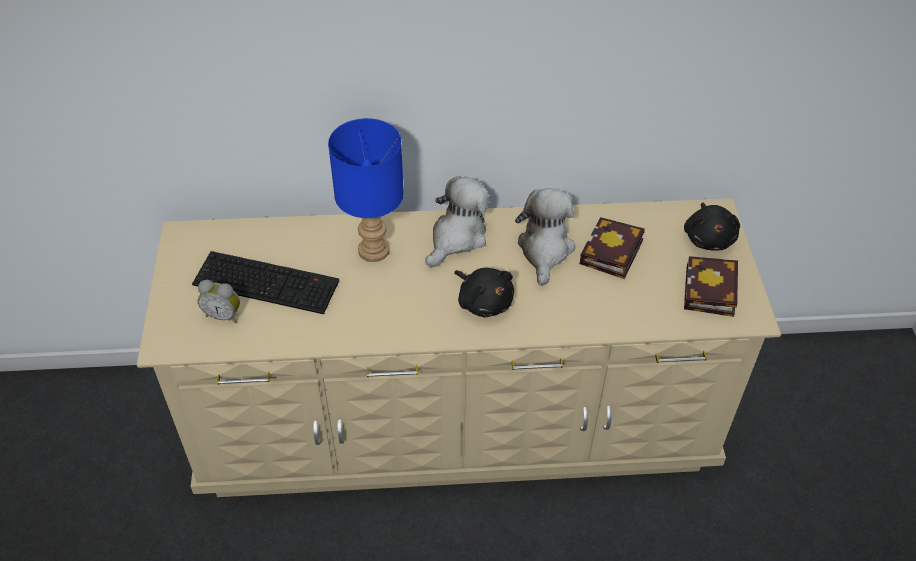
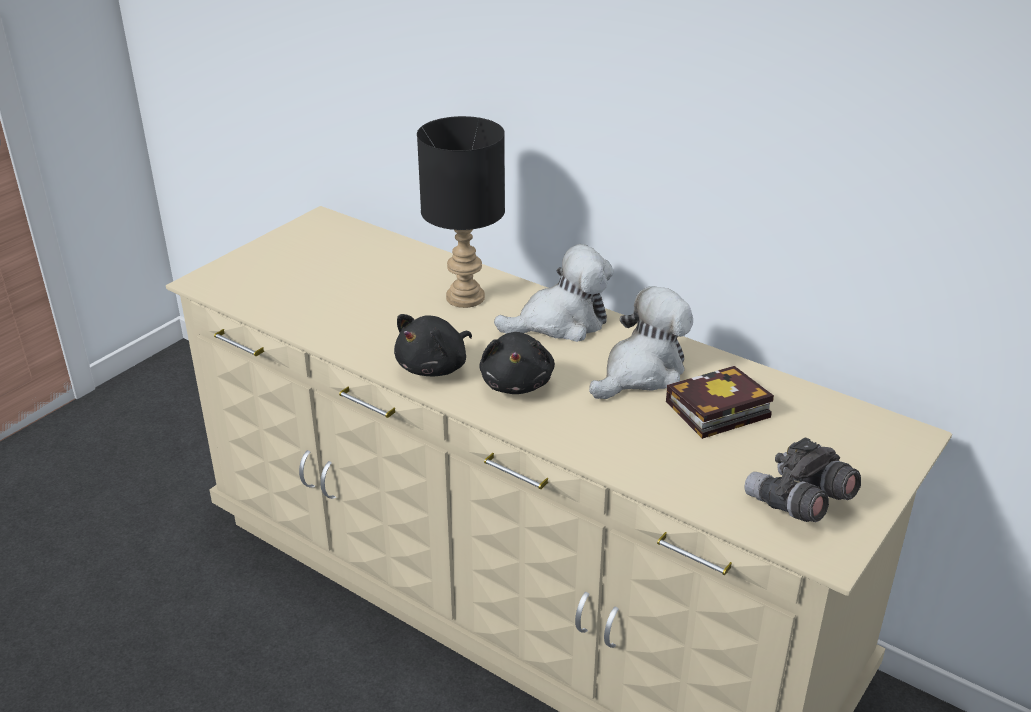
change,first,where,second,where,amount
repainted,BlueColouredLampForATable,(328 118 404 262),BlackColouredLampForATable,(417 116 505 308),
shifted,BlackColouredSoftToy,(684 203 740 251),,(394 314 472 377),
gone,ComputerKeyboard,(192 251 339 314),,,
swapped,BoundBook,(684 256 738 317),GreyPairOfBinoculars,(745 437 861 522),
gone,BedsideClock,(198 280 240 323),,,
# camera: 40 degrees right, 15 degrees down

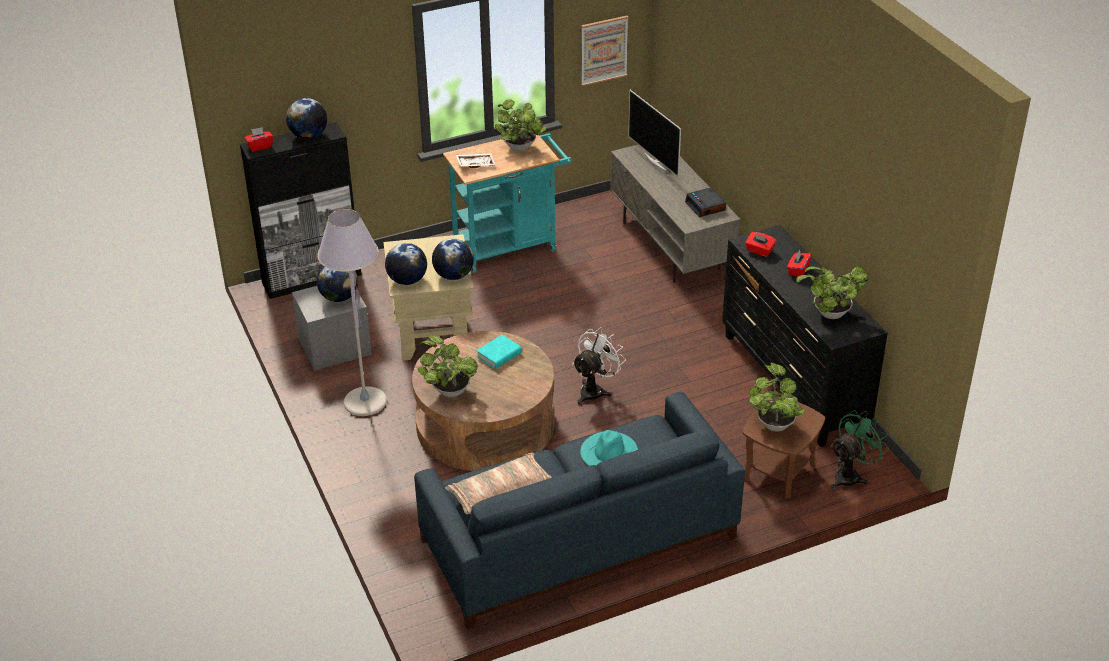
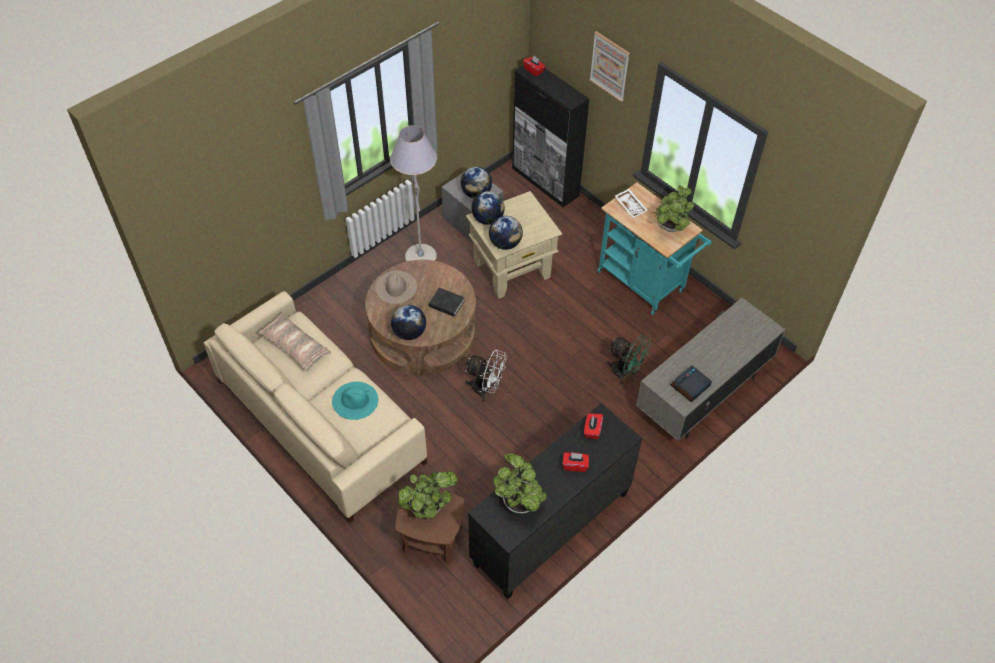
change,first,where,second,where,amount
shifted,Picture,(581 16 629 86),,(589 31 630 102),
gone,Tv,(628 90 681 177),,,
shifted,WorldGlobe,(286 98 327 139),,(391 305 426 340),
repainted,BlueGreenBoundBook,(476 335 522 369),BlackColouredBoundBook,(429 287 464 317),
swapped,PlantInAPot,(418 336 478 398),BeigeColouredHat,(375 271 417 304),
repainted,BlueColouredSofa,(414 392 745 629),BeigeColouredSofa,(204 291 427 523),
shifted,GreenColouredCoolingFan,(830 410 889 490),,(606 335 651 384),
# camera: 70 degrees right, 15 degrees up

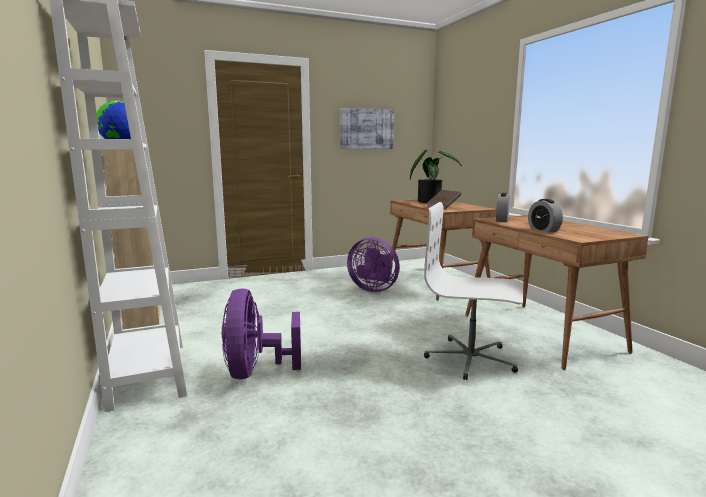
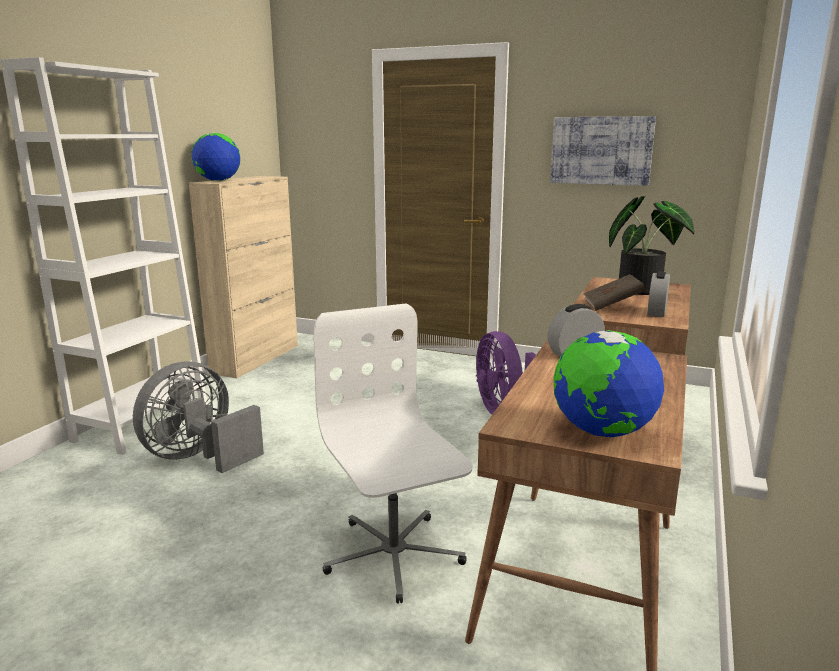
change,first,where,second,where,amount
shifted,BedsideClock,(528 199 563 233),,(647 271 670 317),
repainted,PurpleColouredCoolingFan,(222 288 301 379),GreyCoolingFan,(133 362 264 473),
new,,,WorldGlobe,(553 330 664 437),
# camera: 45 degrees right, 5 degrees up

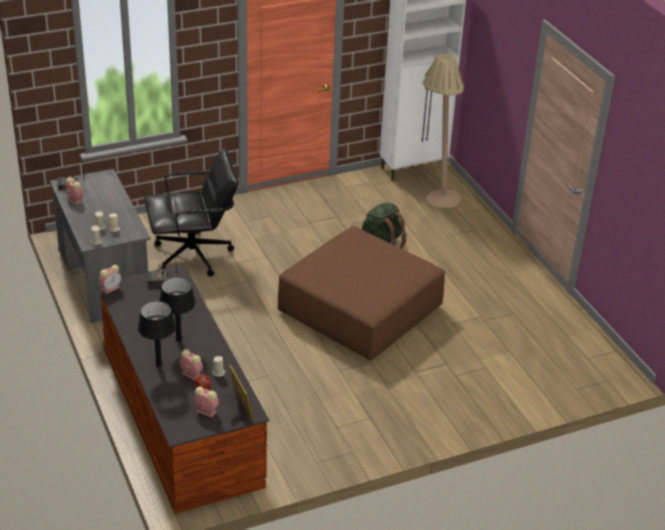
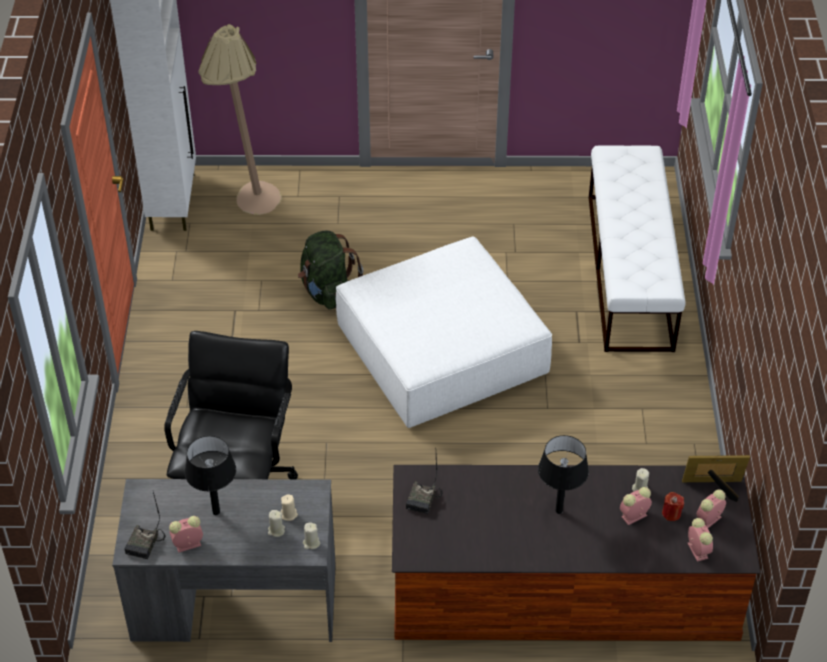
change,first,where,second,where,amount
repainted,BrownPouffe,(278 226 446 360),WhitePouffe,(336 237 552 428),
shifted,BedsideClock,(99 265 121 294),,(688 518 713 562),
shifted,BlackColouredLampForATable,(138 301 176 367),,(185 436 236 515),
new,,,WhiteBench,(589 146 686 352),
# camera: 65 degrees left, 10 degrees up

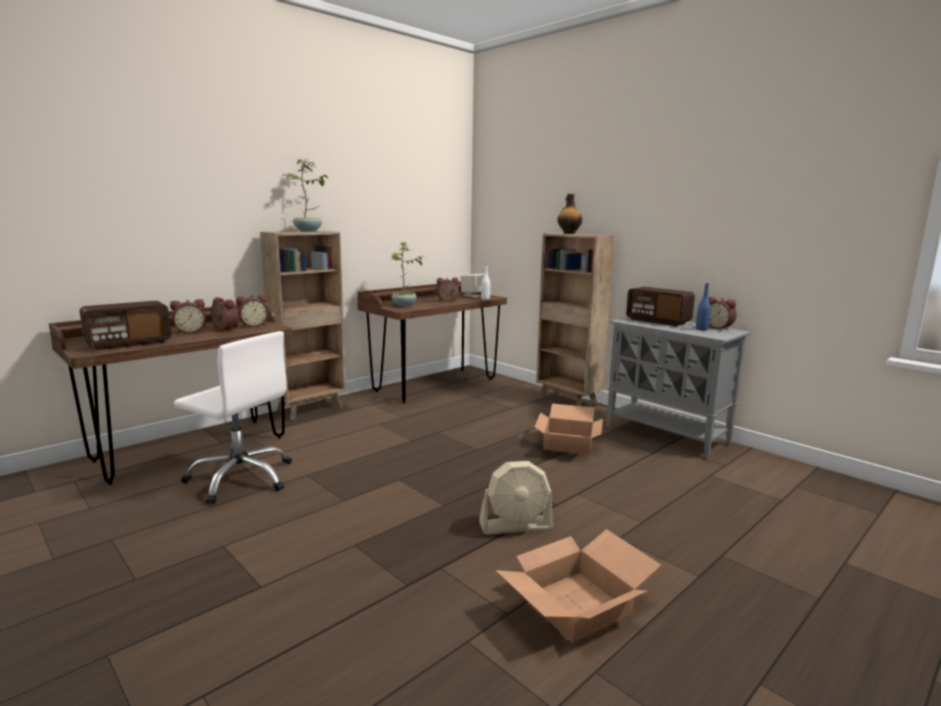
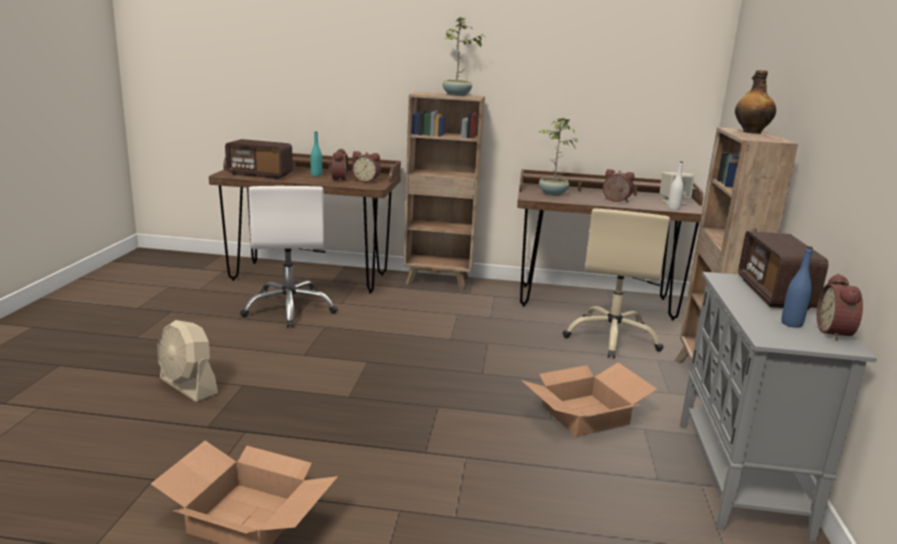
change,first,where,second,where,amount
swapped,BedsideClock,(170 299 206 334),BlueGreenBottle,(311 132 322 177),
shifted,BeigeColouredCoolingFan,(479 461 553 535),,(157 320 218 402),
new,,,BeigeColouredOfficeChair,(563 209 670 359),
# camera: 50 degrees right, 5 degrees up

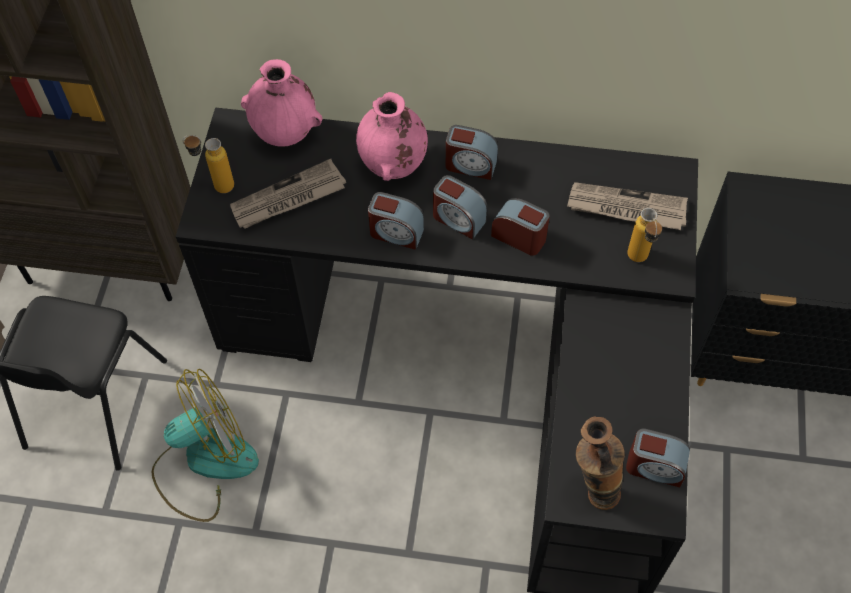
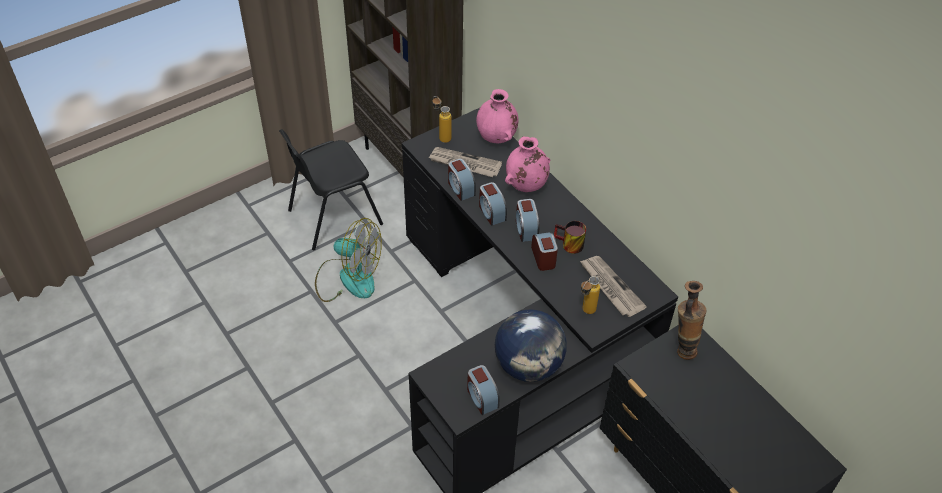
change,first,where,second,where,amount
shifted,BedsideClock,(446 125 498 180),,(448 159 476 201),
shifted,DecorativeVase,(576 416 625 510),,(677 281 706 360),
new,,,CoffeeMug,(554 221 586 254),
new,,,WorldGlobe,(495 309 567 382),
# camera: 45 degrees right, 10 degrees down

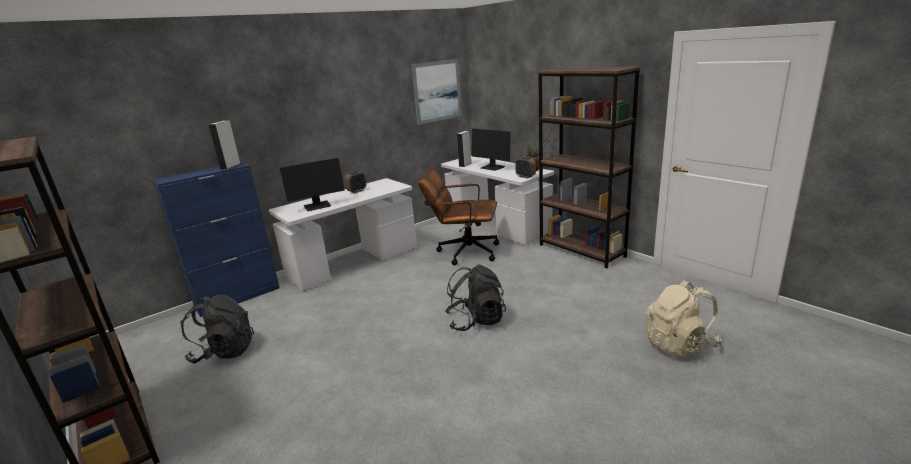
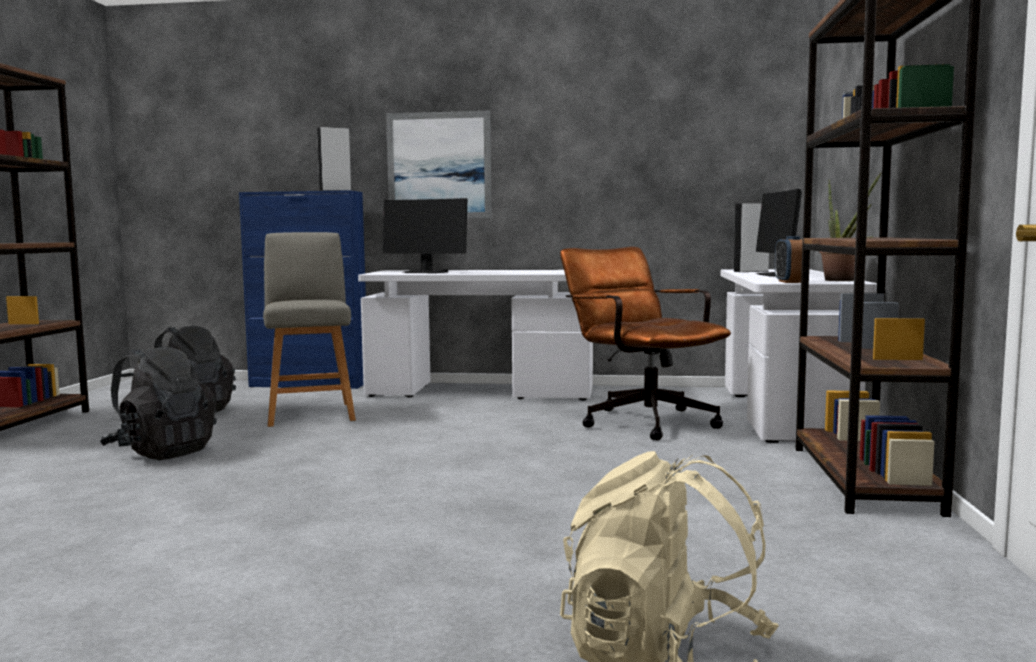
change,first,where,second,where,amount
shifted,Picture,(411 59 462 125),,(386 111 492 218),
gone,BedsideClock,(345 171 366 193),,,
shifted,BlackColouredKnapsack,(445 265 506 331),,(100 346 217 461),
new,,,GreyChair,(263 232 356 427),
# camera: 45 degrees right, 15 degrees down

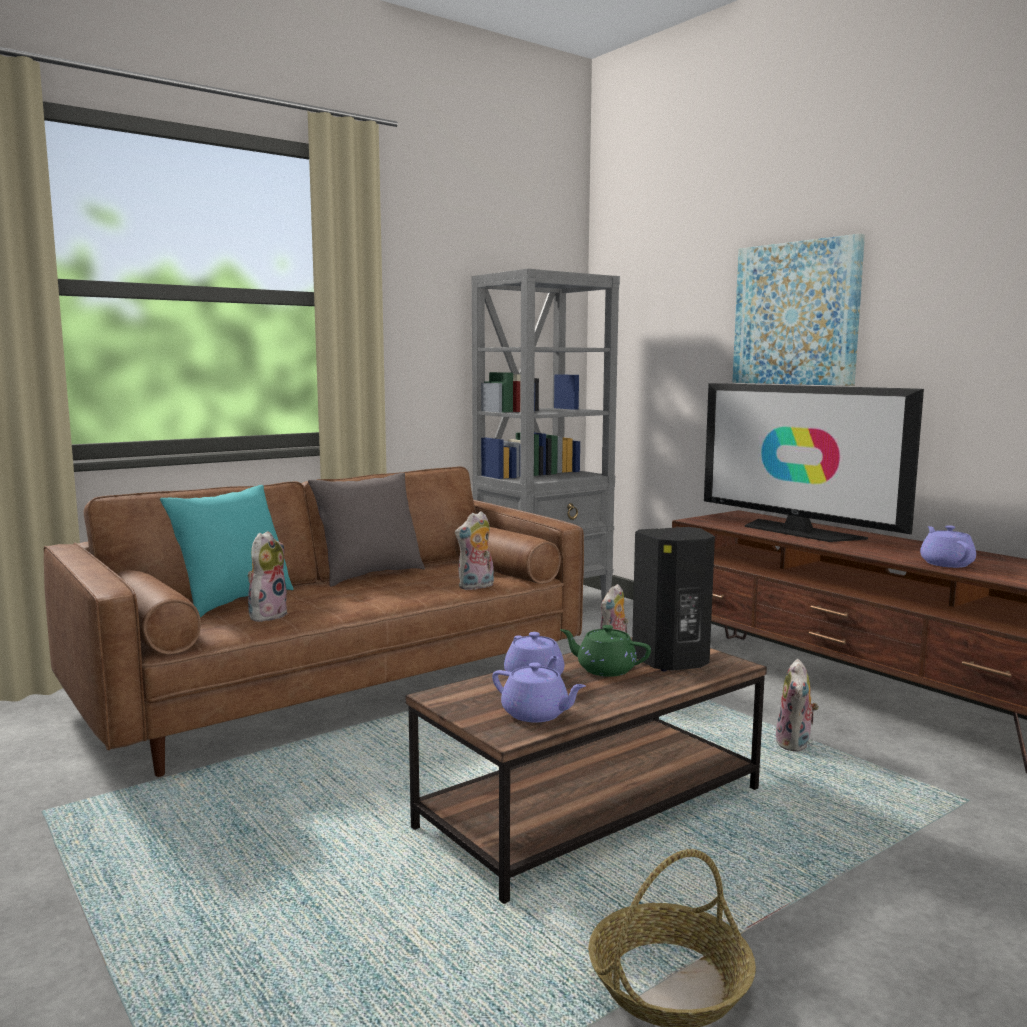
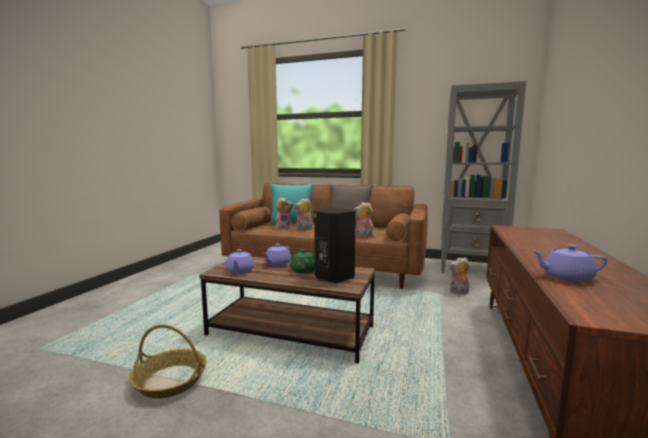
change,first,where,second,where,amount
gone,Picture,(733 234 865 386),,,
gone,Tv,(704 383 924 542),,,
rotated,PurpleColouredTeaPot,(920 525 976 568),,(531 245 608 282),135 degrees counterclockwise
shifted,SoftToy,(776 659 818 751),,(294 198 312 231),
# camera: 55 degrees right, 0 degrees up

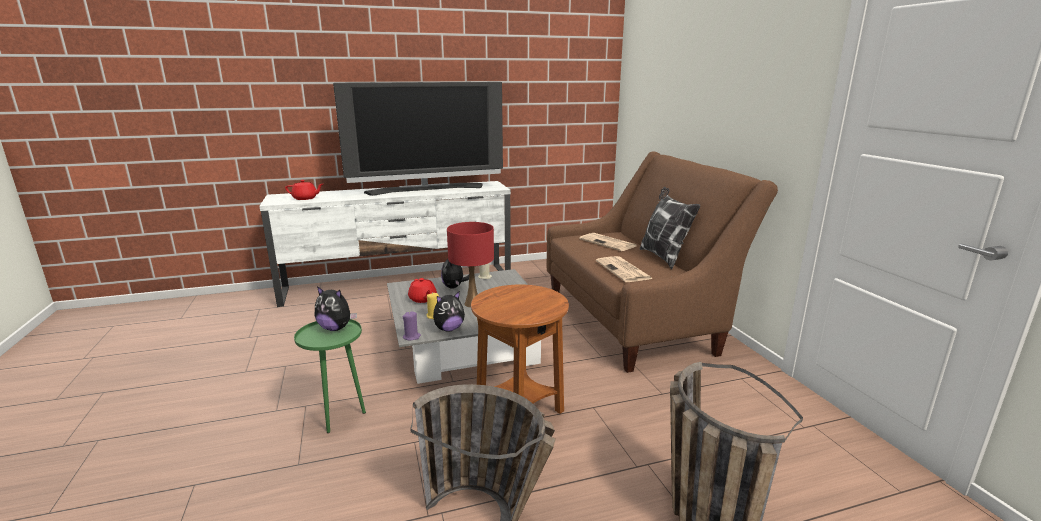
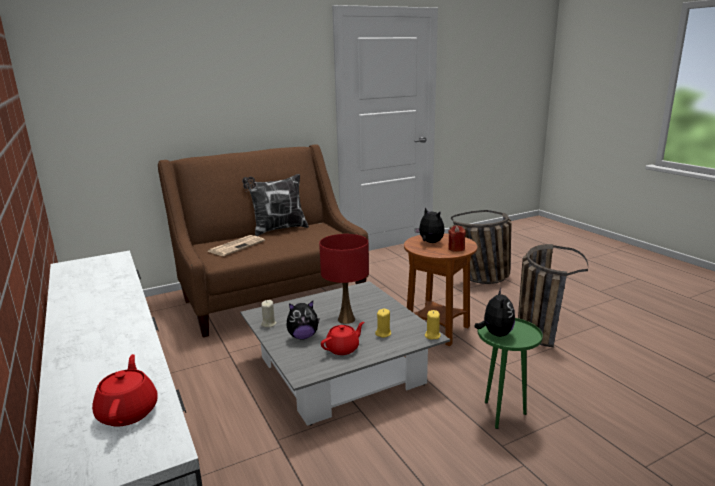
change,first,where,second,where,amount
gone,Tv,(333 82 503 196),,,
gone,Newspaper,(596 256 653 282),,,
shifted,SoftToy,(433 292 465 332),,(415 207 444 243),
repainted,PurpleColouredCandle,(403 311 421 340),YellowishCandle,(425 310 441 340),
new,,,RedColouredCandle,(448 225 466 252),
# camera: 100 degrees left, 0 degrees up

